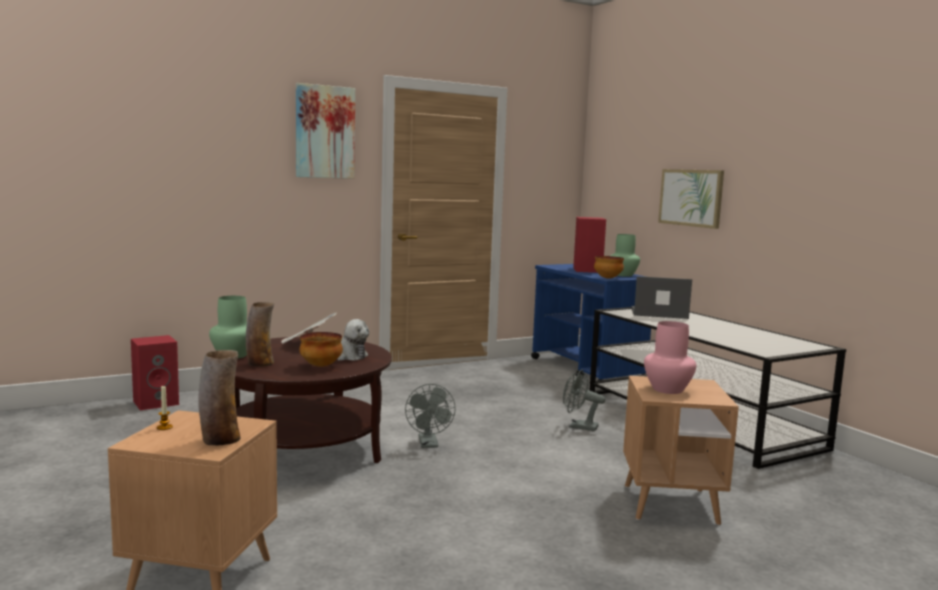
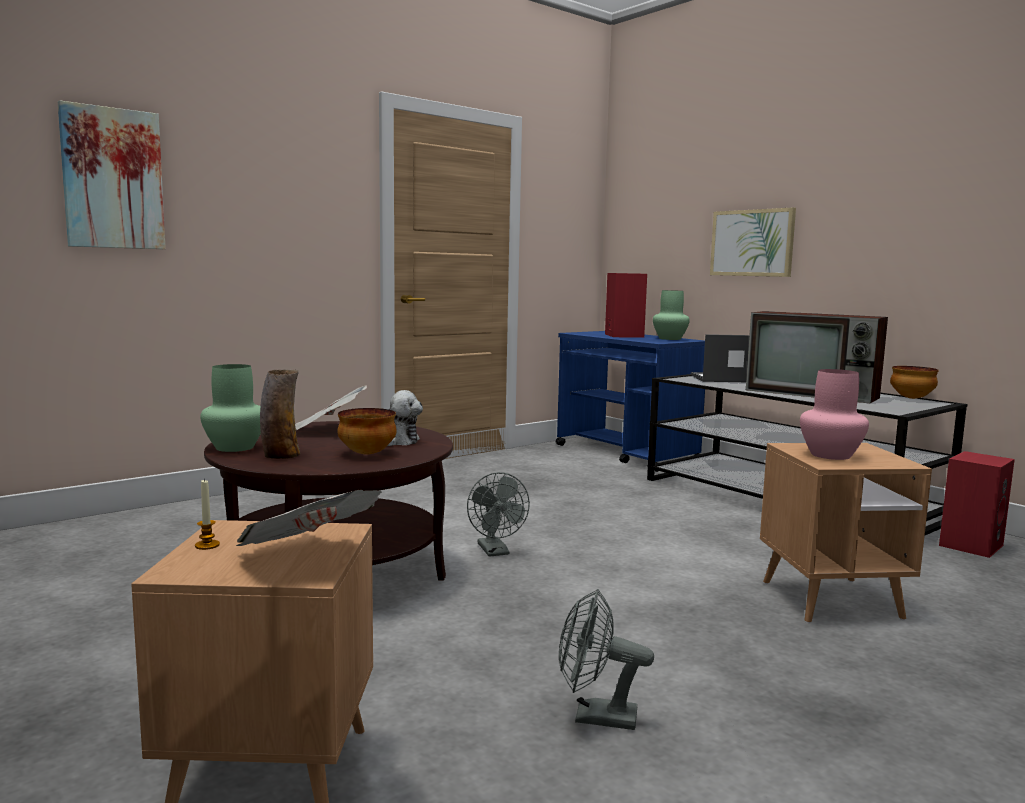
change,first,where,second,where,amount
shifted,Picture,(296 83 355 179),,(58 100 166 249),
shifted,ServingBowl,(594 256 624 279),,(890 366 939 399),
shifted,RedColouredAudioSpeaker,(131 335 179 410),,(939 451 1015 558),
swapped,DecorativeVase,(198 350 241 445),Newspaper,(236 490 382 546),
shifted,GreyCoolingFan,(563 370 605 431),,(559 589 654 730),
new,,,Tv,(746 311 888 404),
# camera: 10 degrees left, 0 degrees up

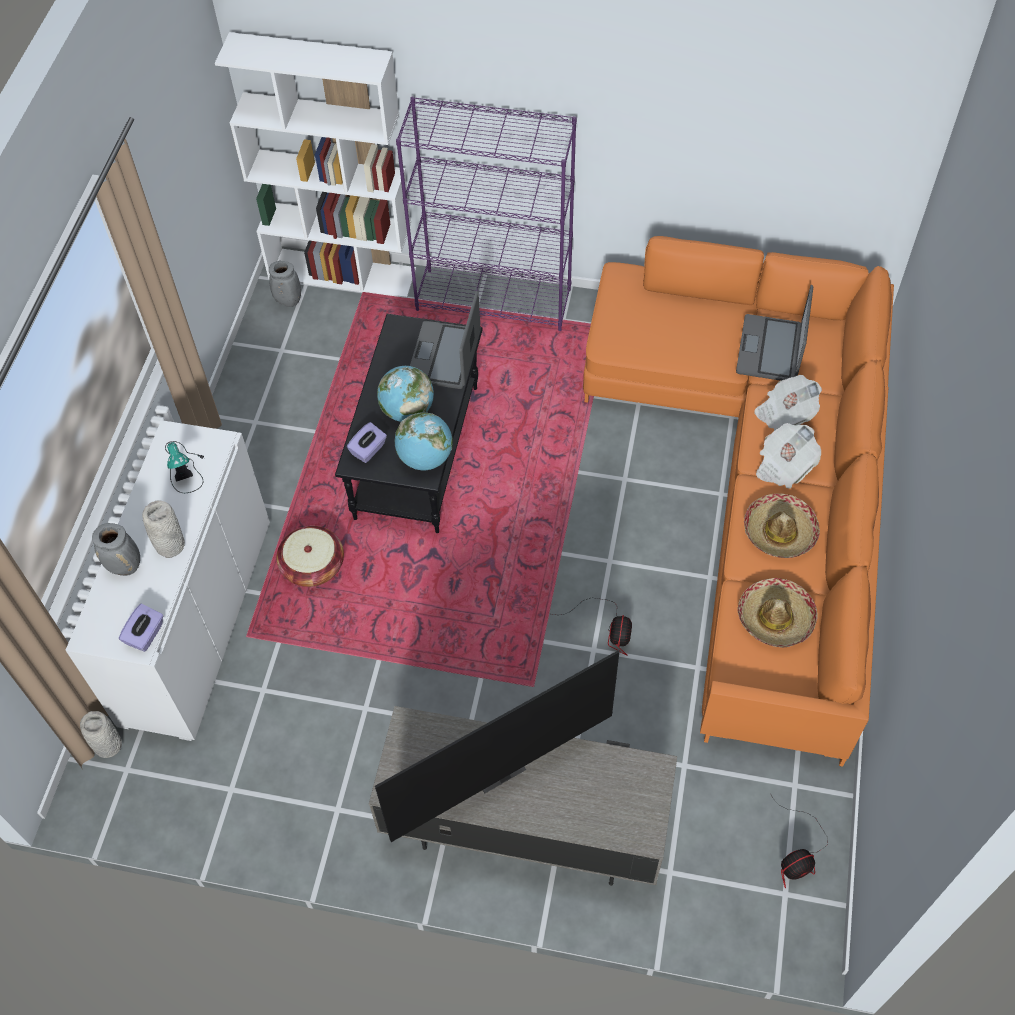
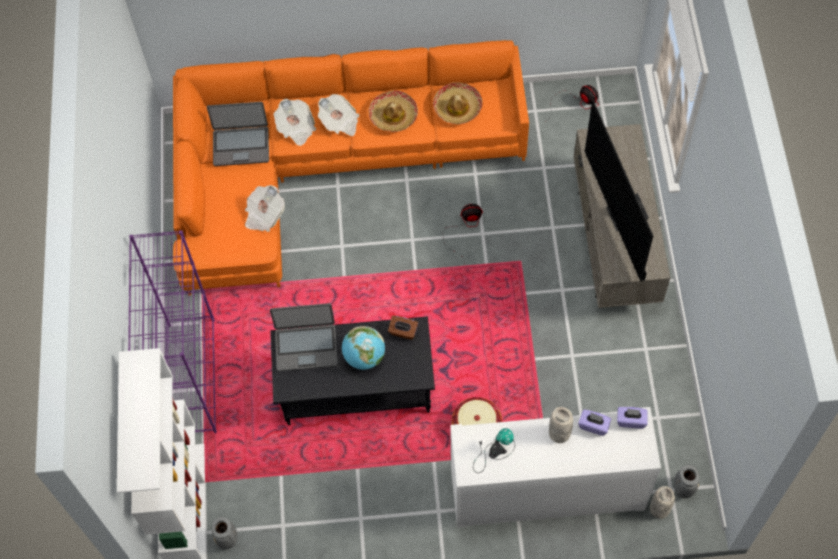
change,first,where,second,where,amount
swapped,WorldGlobe,(394 412 453 470),BrownTissueHolder,(388 316 418 340),
shifted,PurpleColouredTissueHolder,(347 422 387 463),,(578 409 611 436),
shifted,GreyDecorativeVase,(92 523 140 576),,(674 465 699 498),
rotated,Tv,(375 651 619 842),,(585 100 653 282),150 degrees counterclockwise
new,,,Newspaper,(245 185 285 232),
# camera: 105 degrees left, 5 degrees up

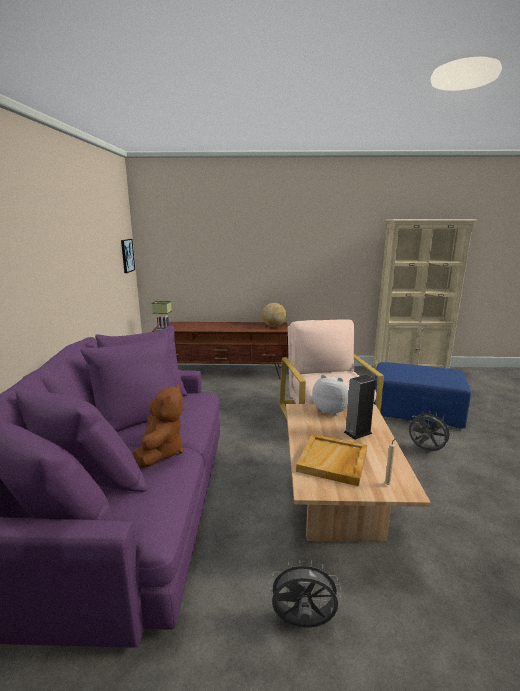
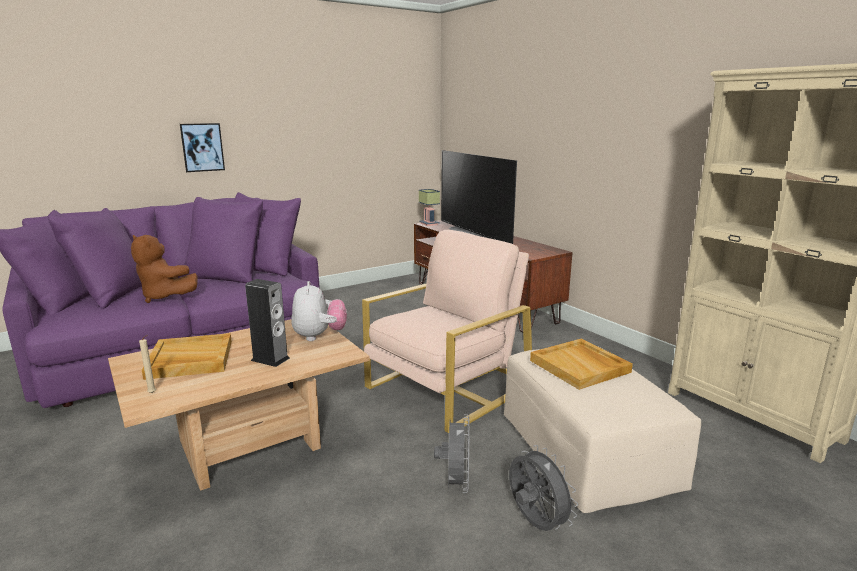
change,first,where,second,where,amount
shifted,Picture,(121 239 135 273),,(180 123 225 172),
gone,WorldGlobe,(262 303 286 327),,,
repainted,BlueColouredPouffe,(374 362 471 429),BeigeColouredPouffe,(504 349 701 513),
rotated,BrownSoftToy,(133 384 183 468),,(131 235 198 303),60 degrees clockwise
shifted,GreyCoolingFan,(268 560 341 628),,(509 445 578 531),
new,,,Tv,(441 150 517 244),
new,,,BeigeColouredTray,(530 339 633 390),
# camera: 55 degrees right, 0 degrees up

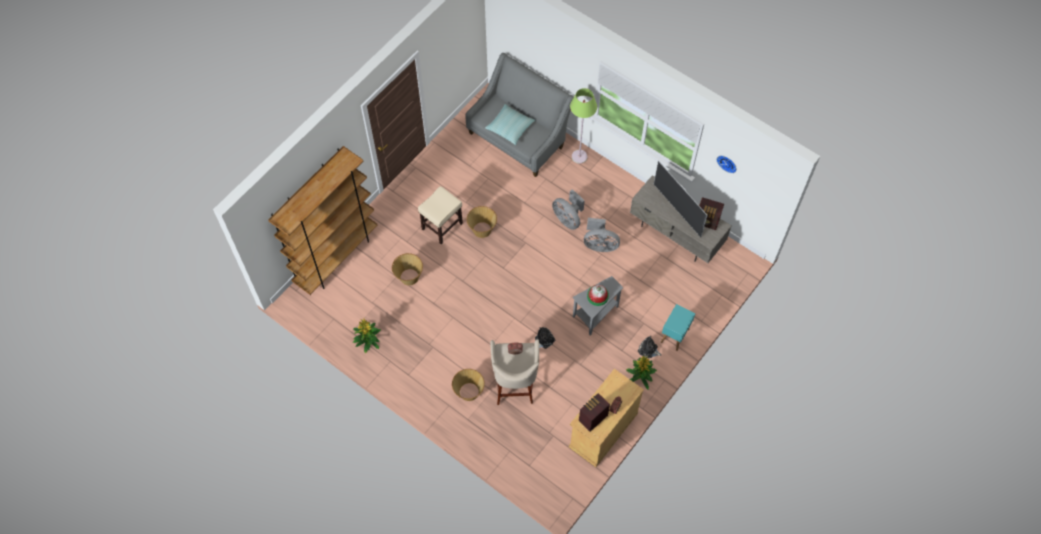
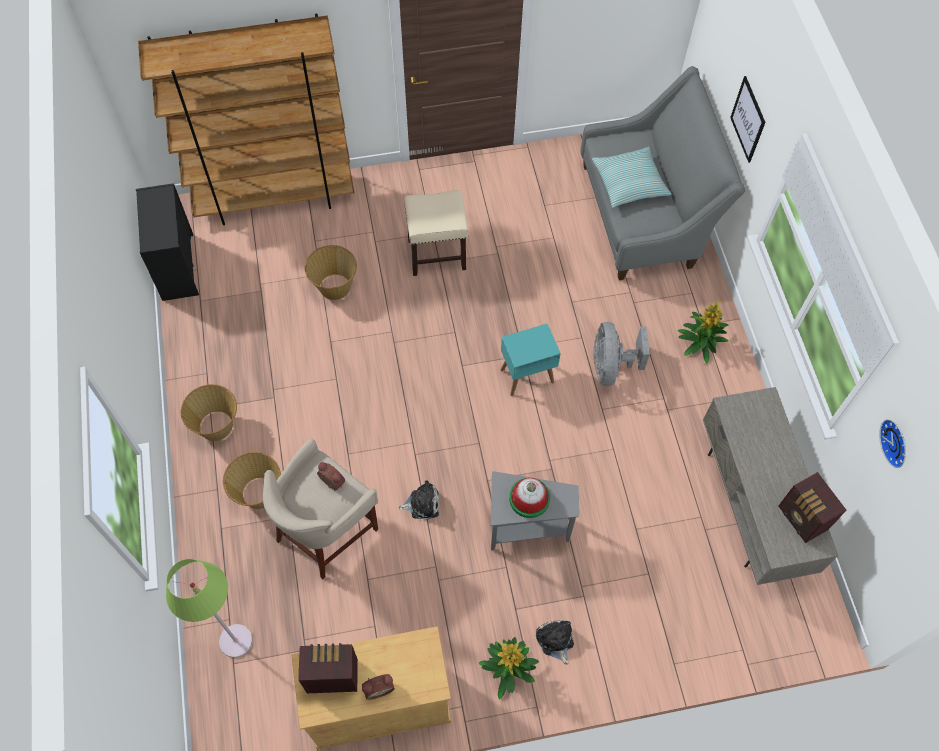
change,first,where,second,where,amount
shifted,GreenColouredFloorLamp,(570 88 597 164),,(166 559 253 658),
gone,Tv,(654 161 708 237),,,
shifted,Basket,(467 206 497 238),,(181 384 237 441),
gone,GreyCoolingFan,(584 218 620 252),,,
shifted,BlueGreenEndTable,(661 304 695 351),,(500 324 561 396),
shifted,PlantInAPot,(353 319 381 353),,(678 299 728 363),
new,,,Picture,(730 76 765 163),
new,,,BlackColouredDresser,(136 183 199 301),
# camera: 40 degrees right, 0 degrees up

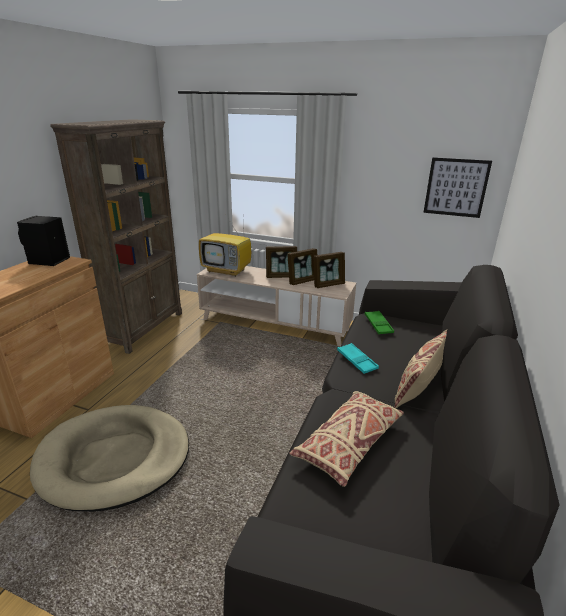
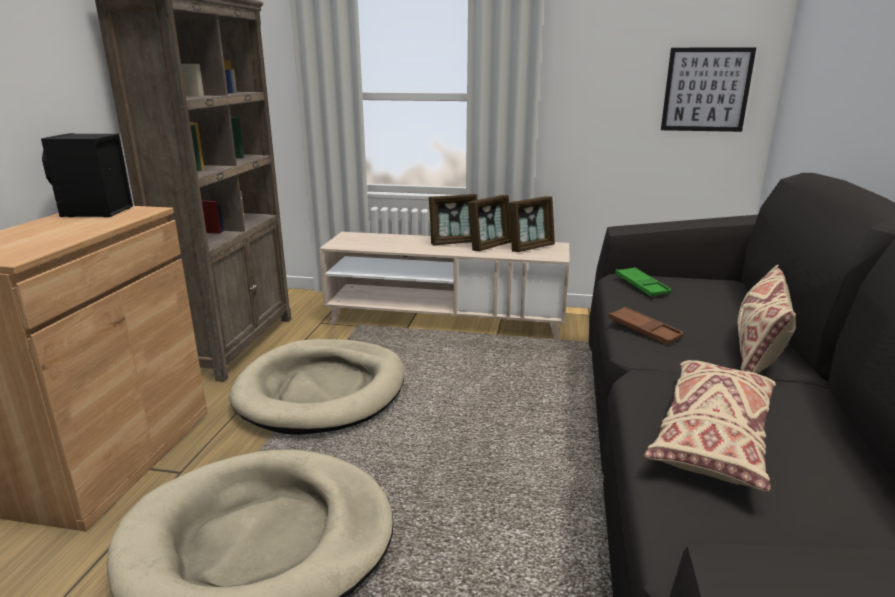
change,first,where,second,where,amount
gone,Tv,(199 216 251 277),,,
repainted,BlueGreenTray,(337 343 379 374),BrownTray,(608 307 684 345),
new,,,BeigeColouredDogCushion,(229 339 405 435),
# camera: 10 degrees left, 5 degrees down

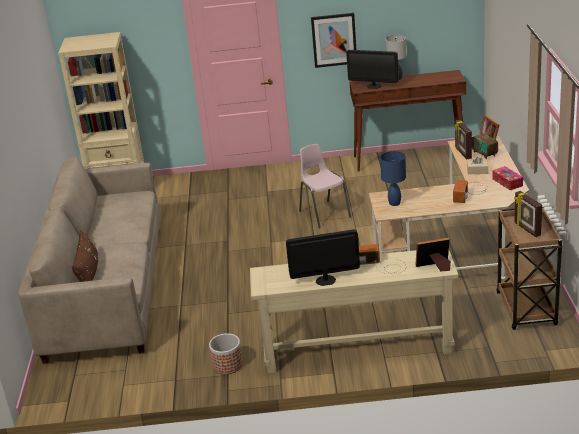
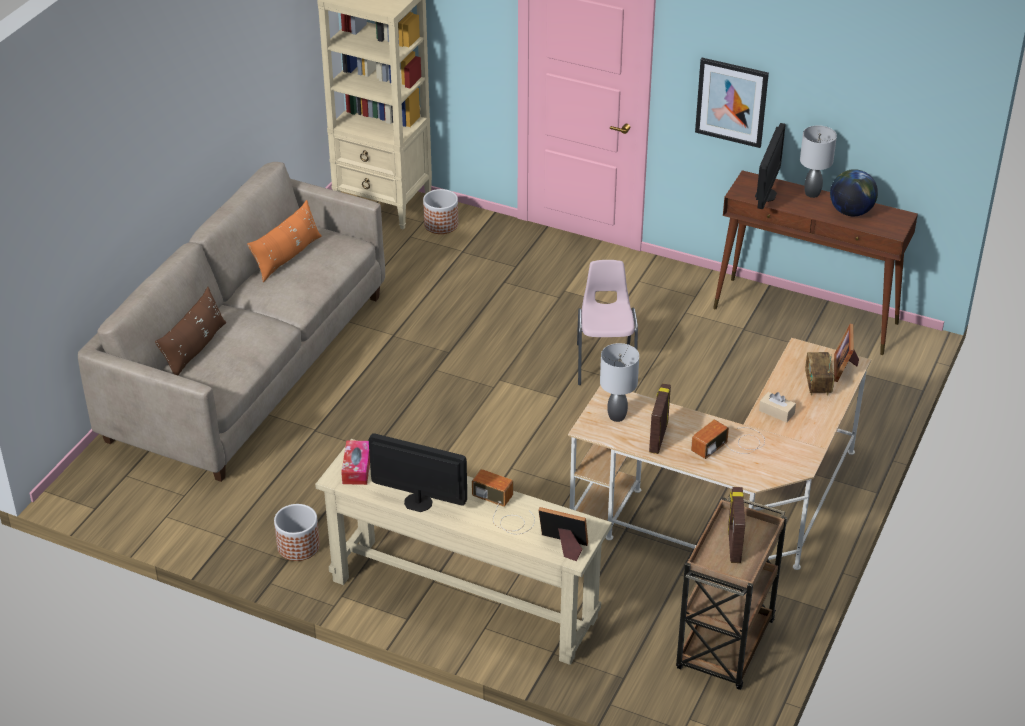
change,first,where,second,where,amount
rotated,ComputerDisplay,(346 50 399 89),,(755 123 786 209),120 degrees counterclockwise
shifted,PictureFrame,(454 120 472 159),,(649 383 671 454),
repainted,BlueColouredLampForATable,(380 151 406 206),GreyLampForATable,(600 343 639 422),
shifted,TissueHolder,(492 166 523 190),,(341 440 370 485),
new,,,WorldGlobe,(830 169 878 216),
new,,,Planter,(423 189 458 234),
new,,,OrangeyPillow,(247 200 322 282),
# camera: 25 degrees right, 10 degrees up

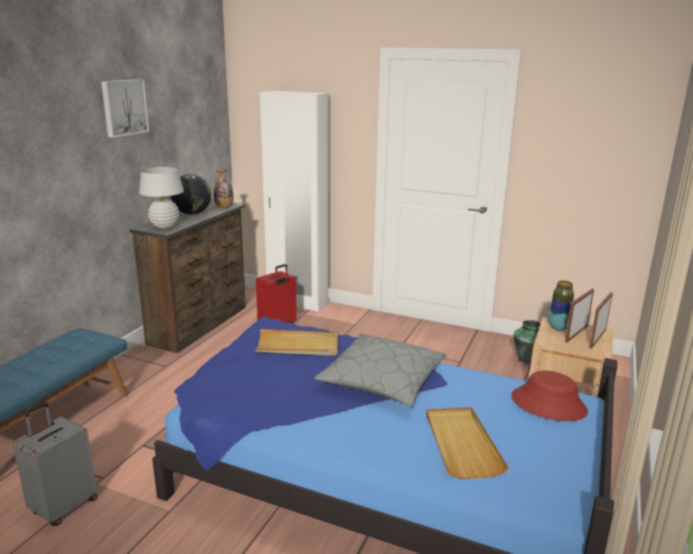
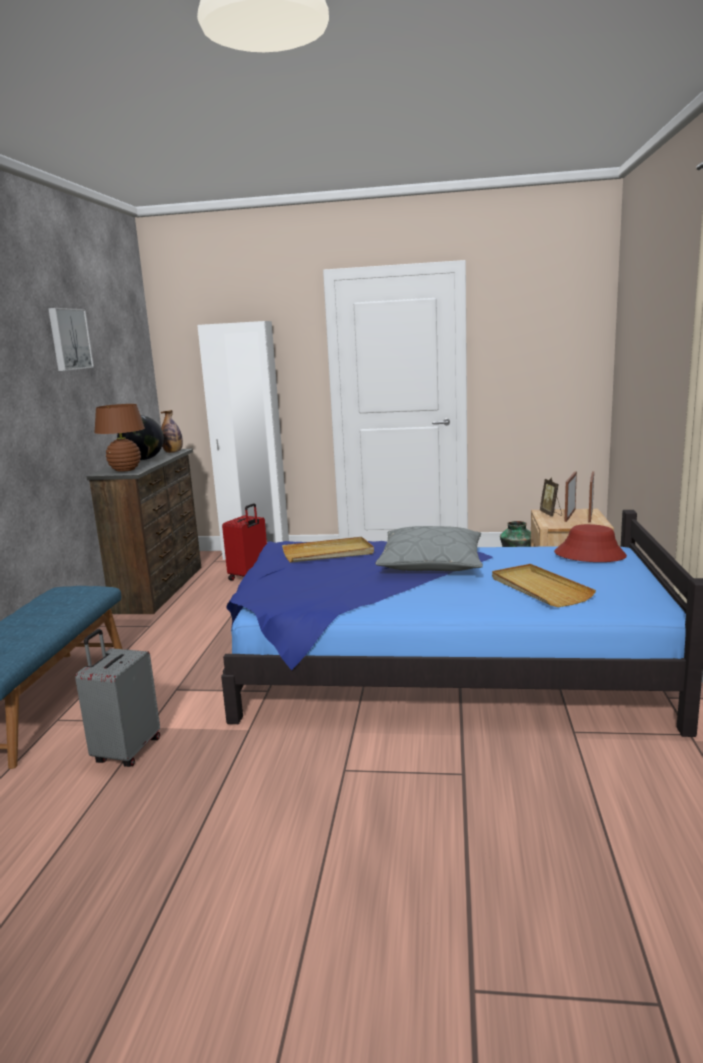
change,first,where,second,where,amount
repainted,WhiteLampForATable,(139 167 184 228),BrownLampForATable,(94 404 145 472),
swapped,DecorativeVase,(548 281 574 331),PictureFrame,(540 478 562 516),
# camera: 15 degrees left, 5 degrees down

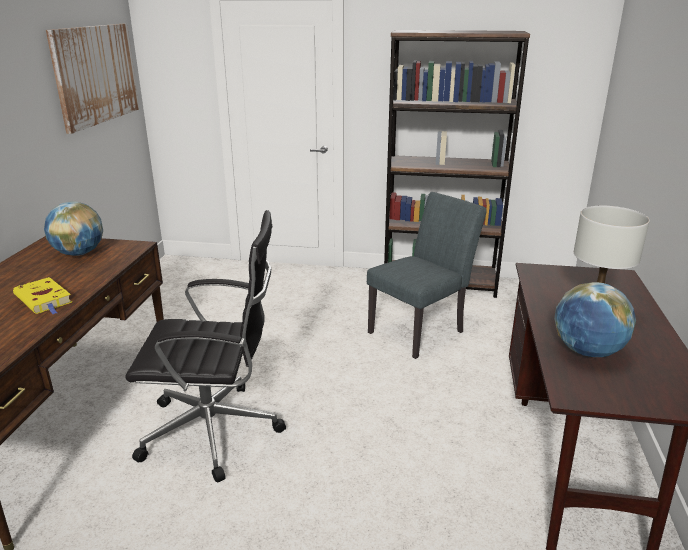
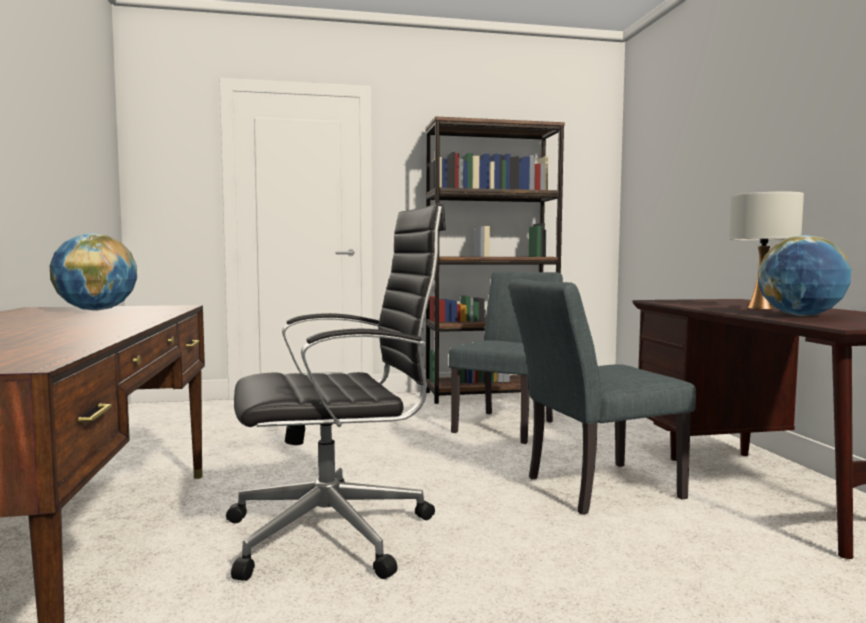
change,first,where,second,where,amount
gone,Picture,(46 24 139 134),,,
gone,YellowishBoundBook,(13 277 72 314),,,
new,,,GreyChair,(509 279 696 515),
# camera: 20 degrees left, 20 degrees down

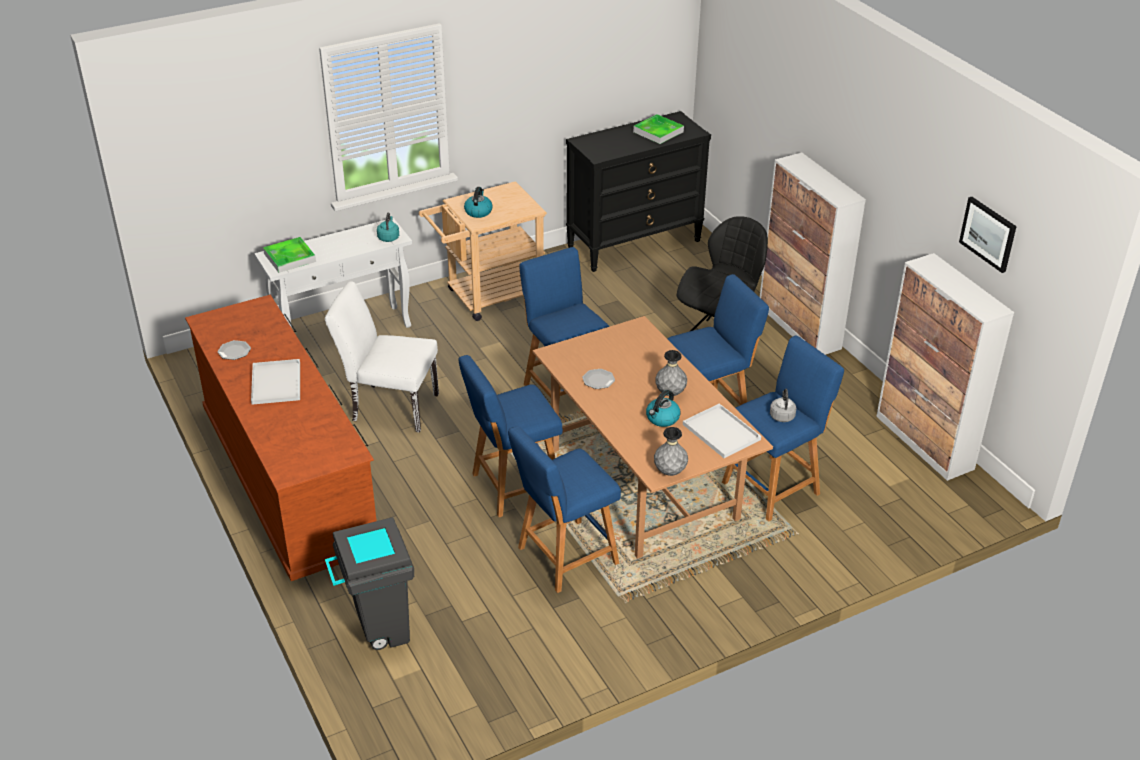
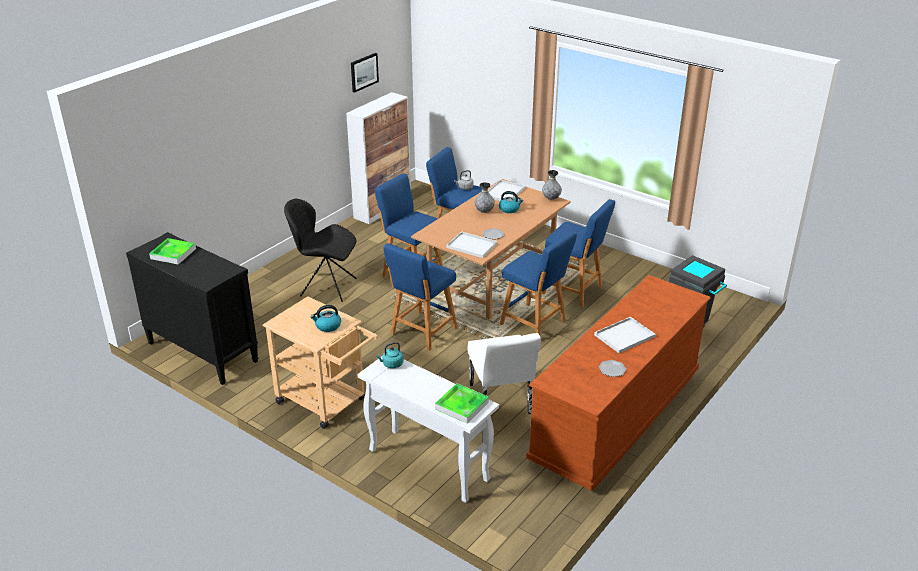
change,first,where,second,where,amount
gone,Cabinet,(760 152 866 355),,,
new,,,WhiteTray,(446 231 497 258),
# camera: 115 degrees left, 5 degrees down

